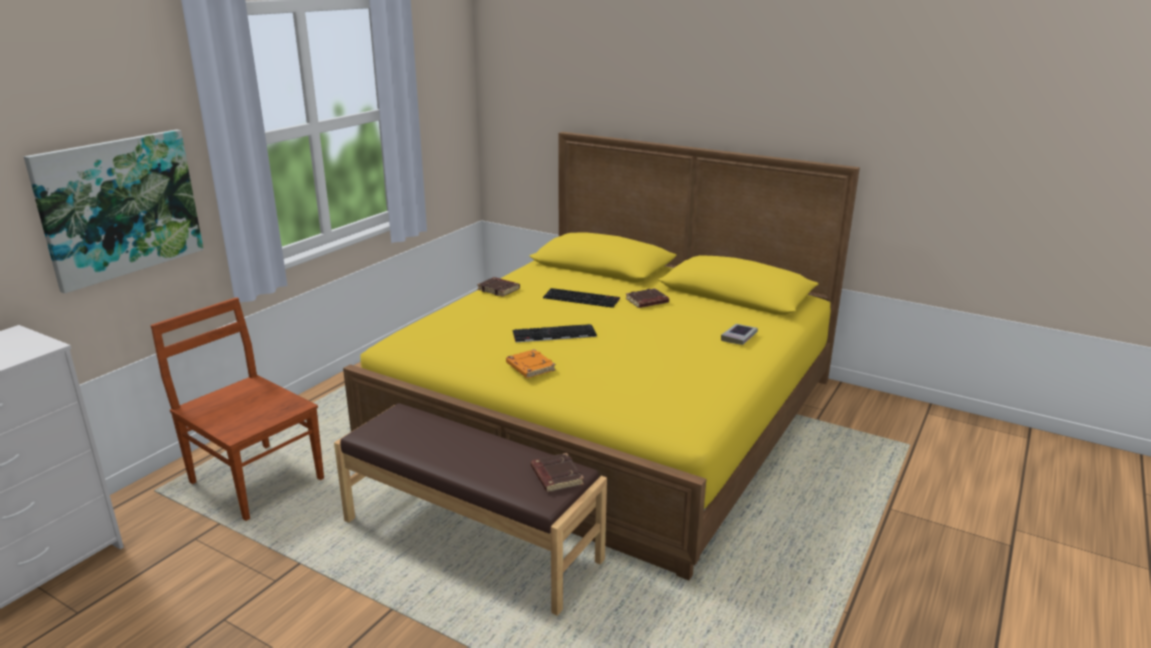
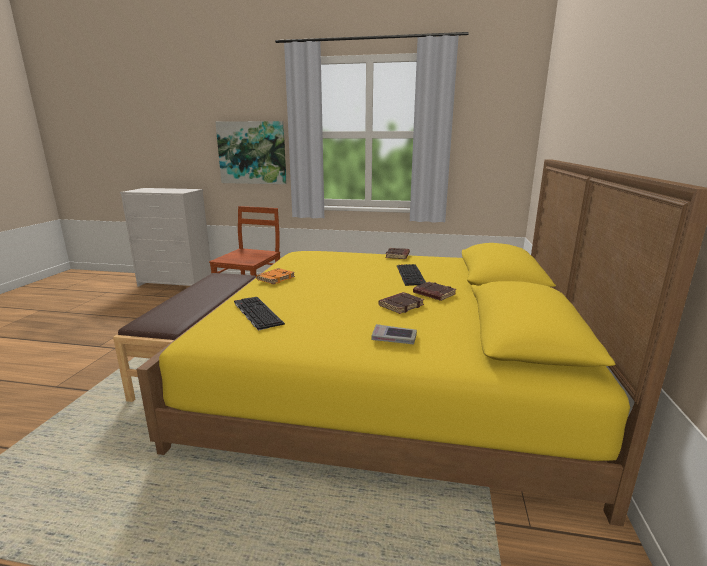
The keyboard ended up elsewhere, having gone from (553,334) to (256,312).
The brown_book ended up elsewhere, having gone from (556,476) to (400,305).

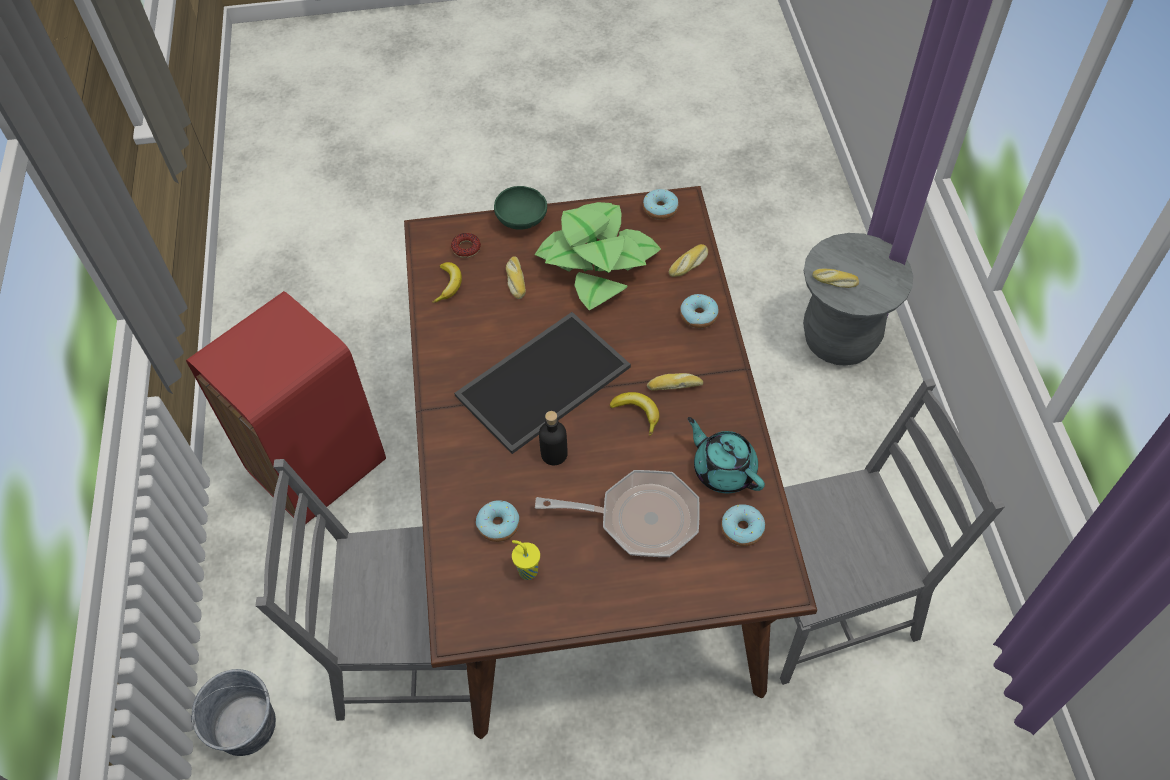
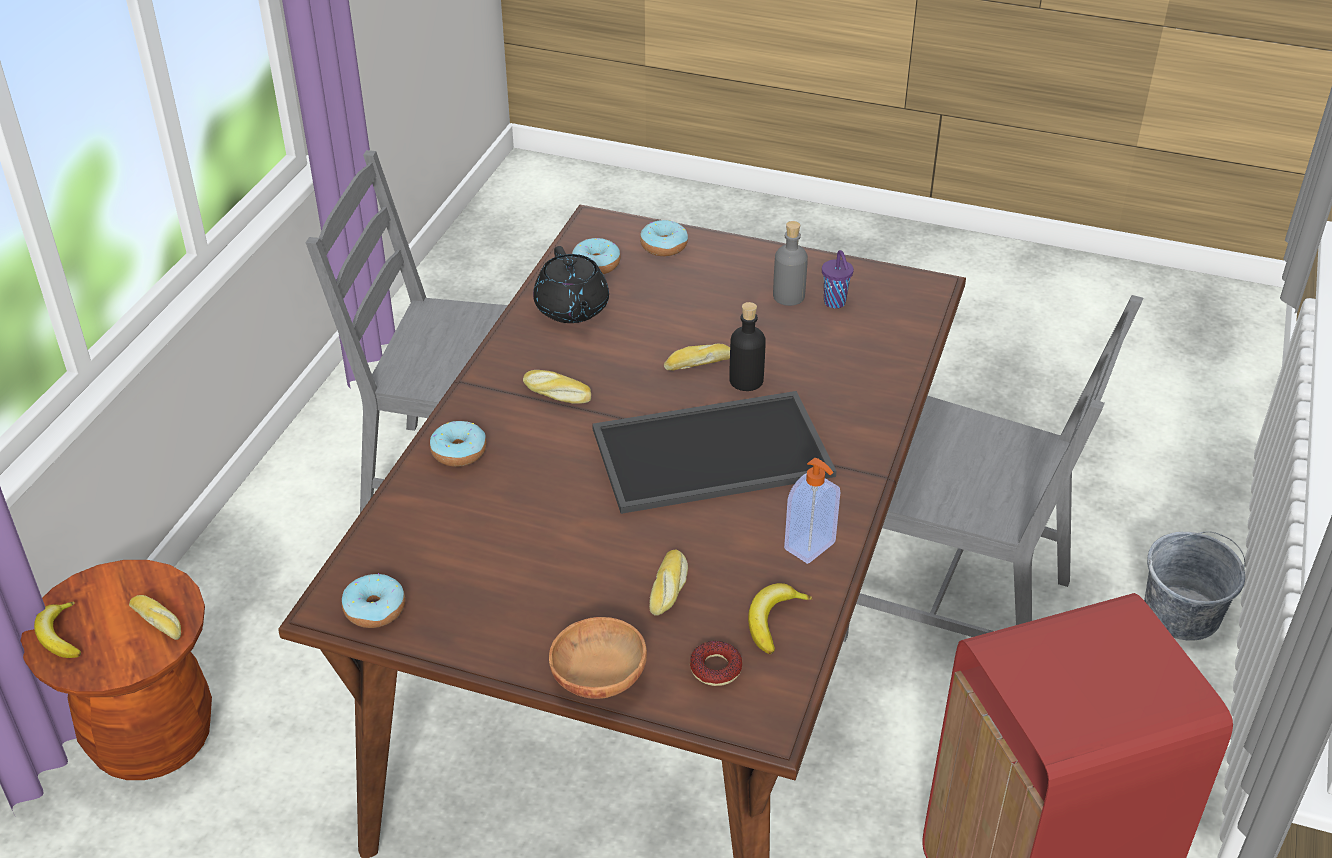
The second view lost the potted_plant at (597,261).
The second view lost the frying_pan at (640,518).
The second view gained the grey_bottle at (788,296).
The second view gained the soap_dispenser at (811,547).
The donut ended up elsewhere, having gone from (498,525) to (664,246).
The banana ended up elsewhere, having gone from (637,413) to (60,636).
The bread ended up elsewhere, having gone from (689,265) to (699,363).
What was the green_bowl at (523,220) turned into the brown_bowl at (597,678).
What was the yellow_cup at (527,570) turned into the purple_cup at (835,303).
What was the turquoise_teapot at (723,469) turned into the black_teapot at (572,309).
What was the grey_stool at (839,340) turned into the brown_stool at (152,738).

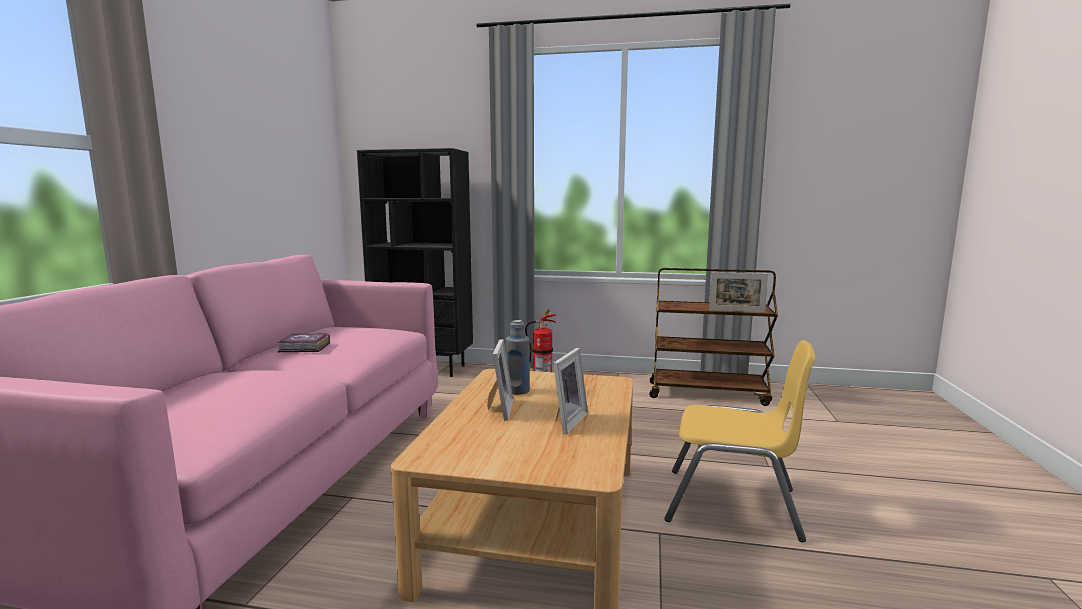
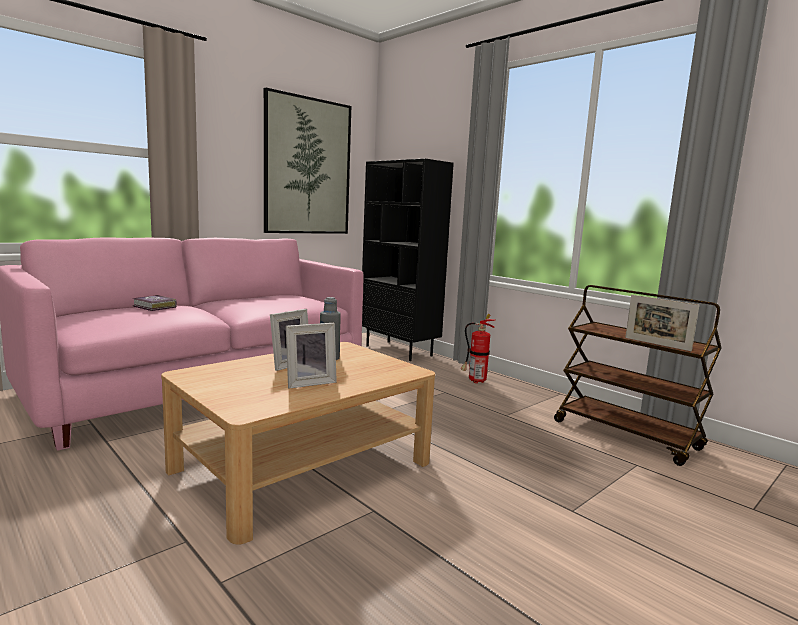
The second view lost the yellow_chair at (732,505).
The second view gained the picture at (308,167).
The book ended up elsewhere, having gone from (305,347) to (154,307).

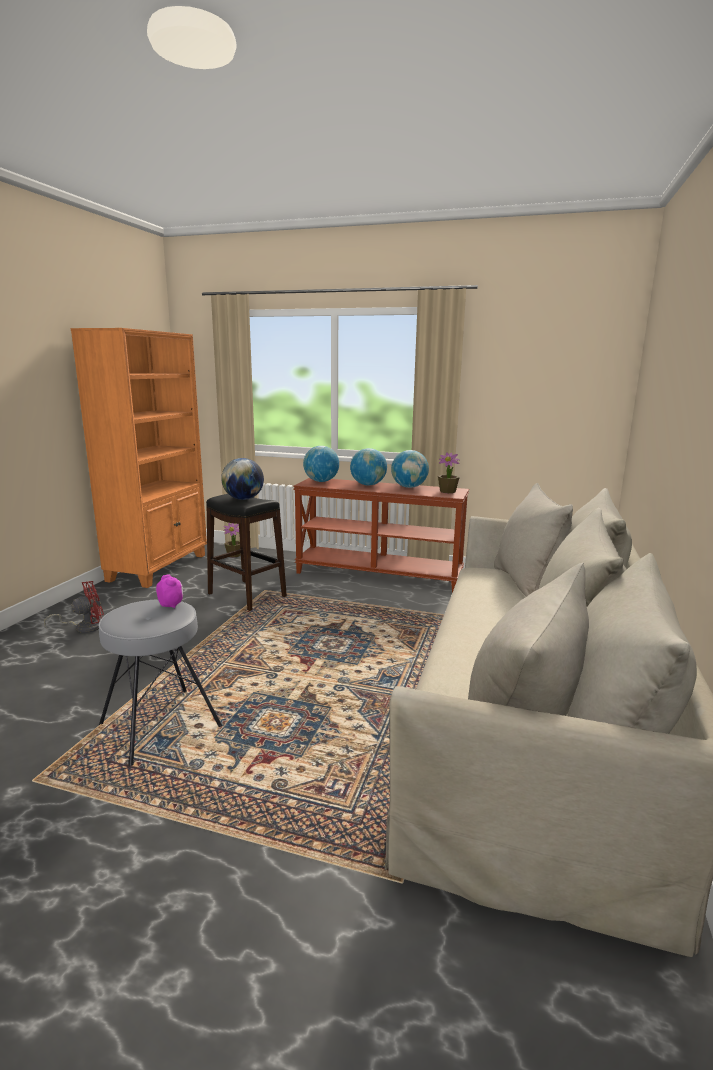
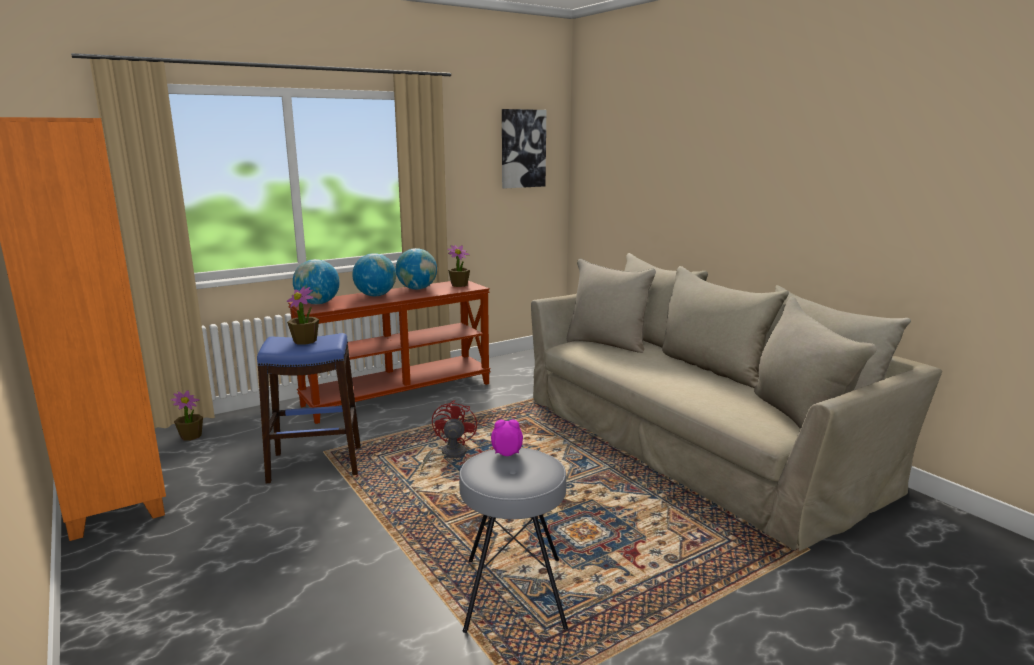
The second view gained the picture at (522,148).
The red_fan ended up elsewhere, having gone from (84,627) to (448,455).
Where the globe stood at (243,499), the potted_plant came to stand at (305,341).
What was the black_stool at (247,595) turned into the blue_stool at (316,464).

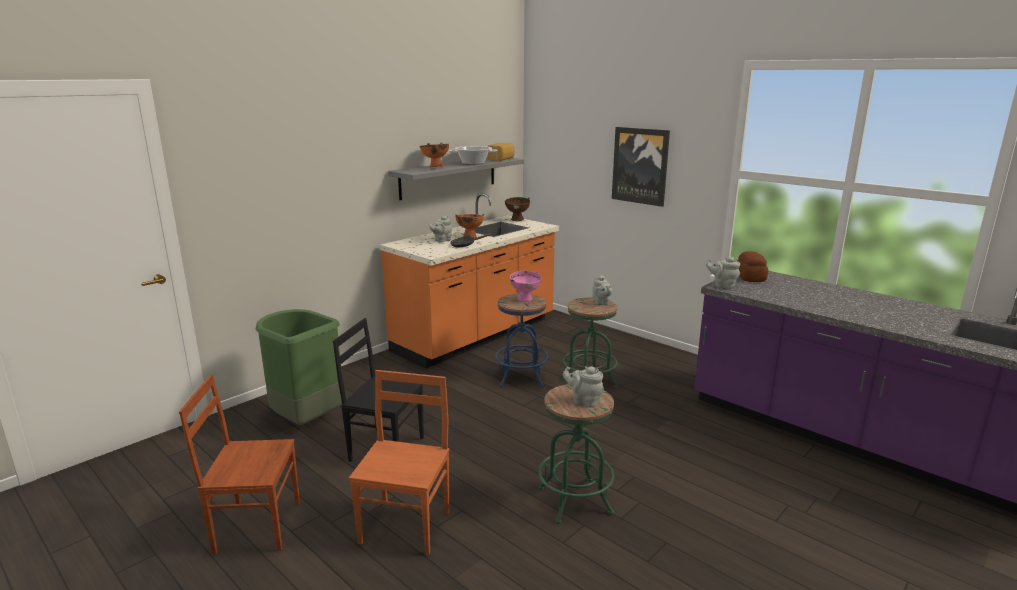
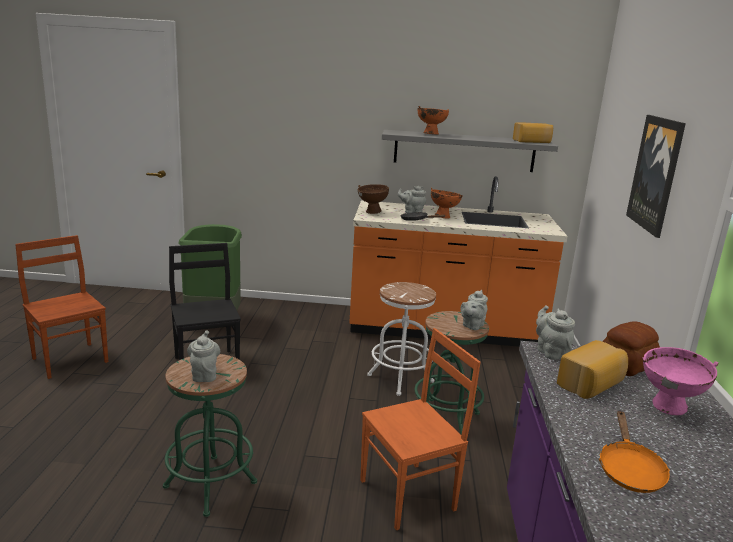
The second view lost the cooking_pot at (473,163).
The second view gained the bread at (592,385).
The second view gained the orange_frying_pan at (629,470).
The orange_chair ended up elsewhere, having gone from (407,526) to (409,495).
The brown_bowl ended up elsewhere, having gone from (517,220) to (372,212).
The pink_bowl ended up elsewhere, having gone from (525,300) to (669,409).
What was the blue_stool at (521,377) turned into the white_stool at (400,378).

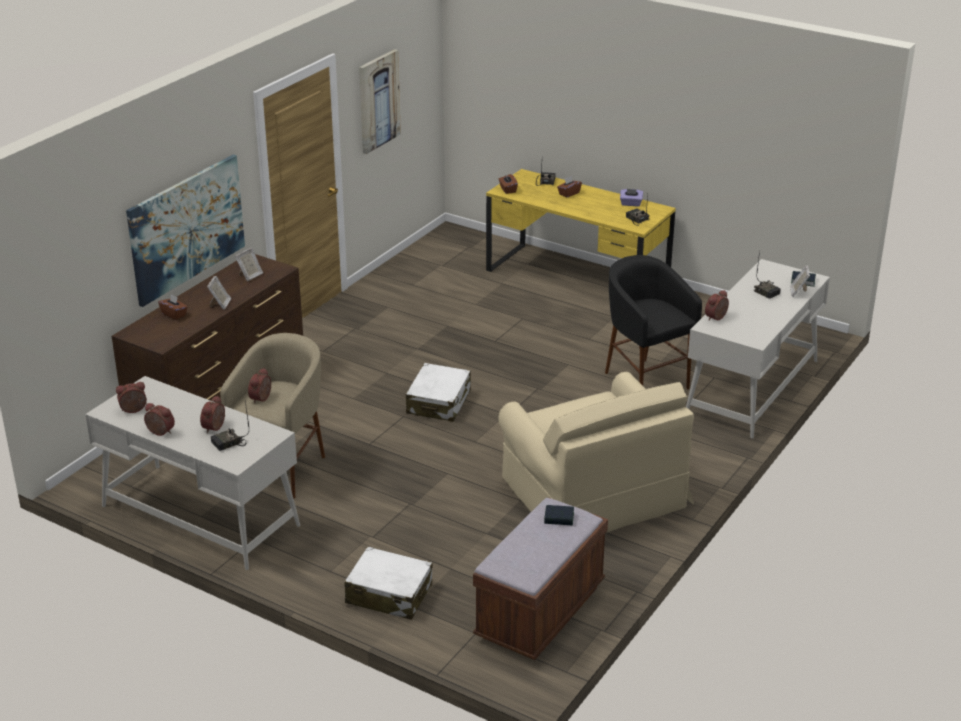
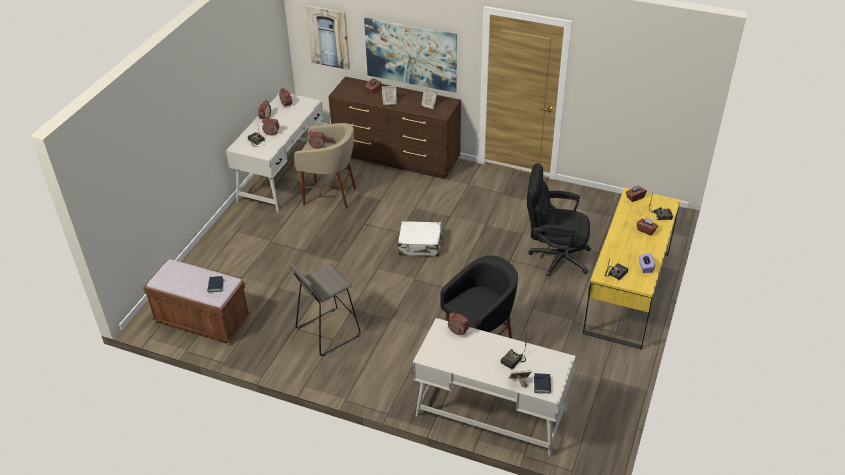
The second view lost the white_suitcase at (389,594).
The second view gained the black_office_chair at (554,256).
The picture ended up elsewhere, having gone from (378,101) to (328,37).
Where the beige_armchair stood at (593,493), the grey_stool came to stand at (328,332).

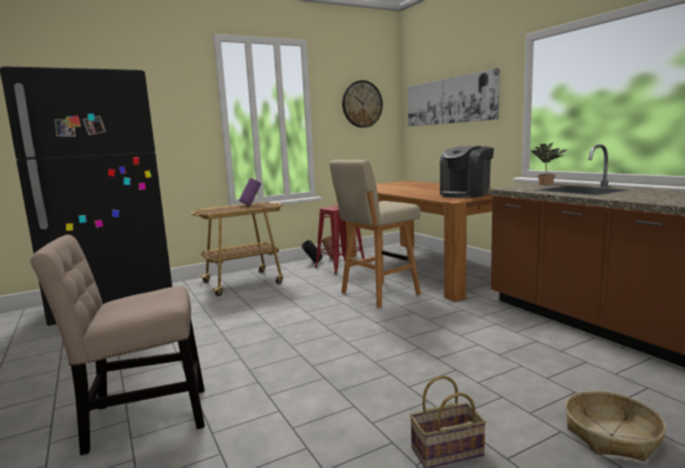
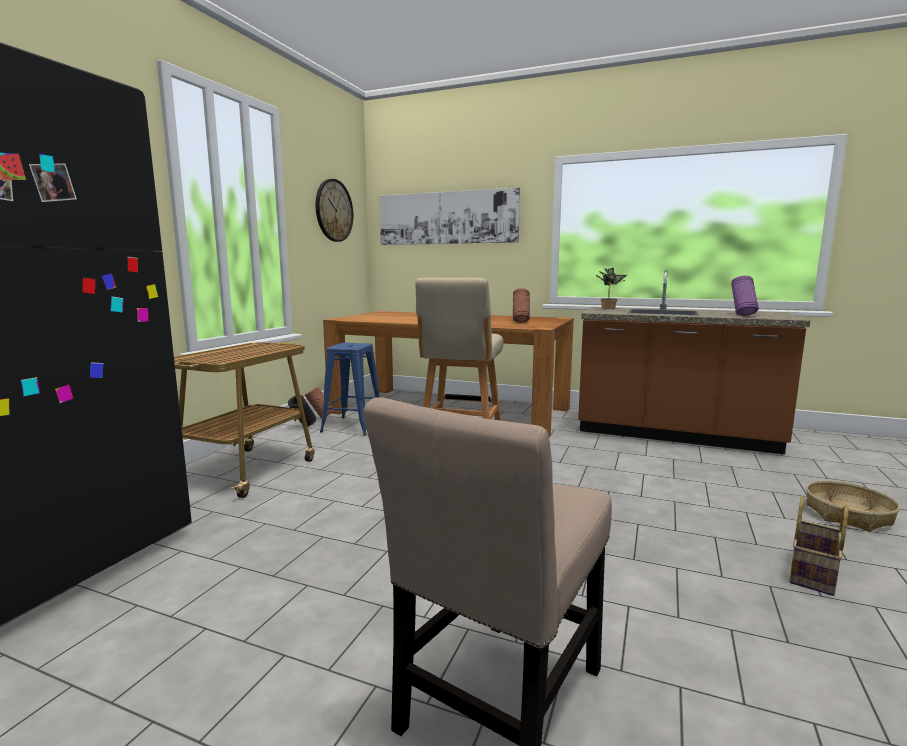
The purple_vase ended up elsewhere, having gone from (251,205) to (742,315).
Where the coffee_machine stood at (465,194), the brown_vase came to stand at (520,322).
What was the red_stool at (340,267) turned into the blue_stool at (353,426).

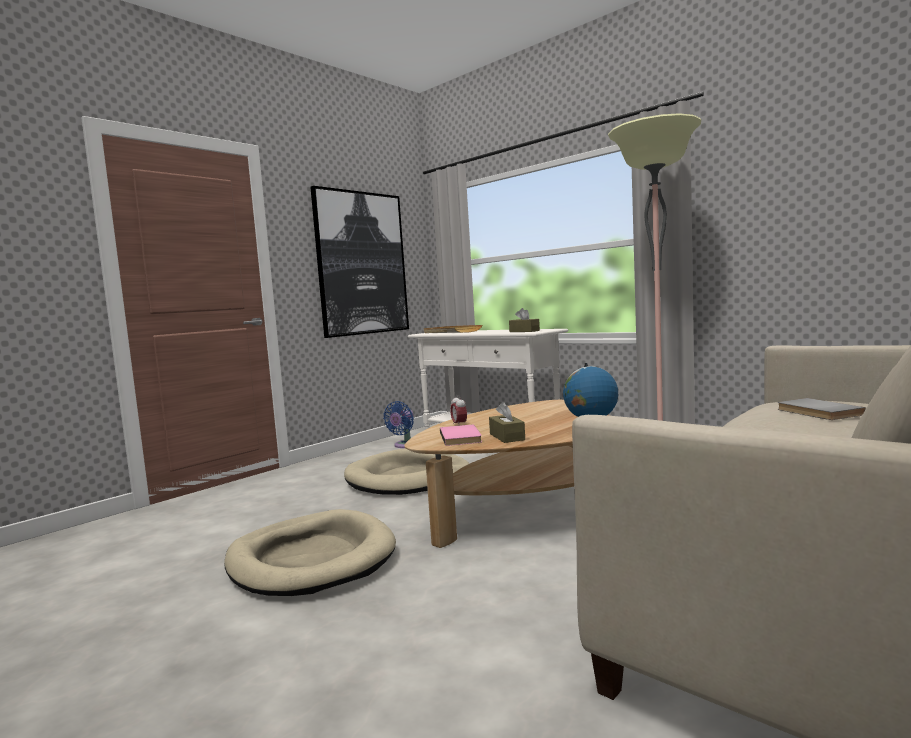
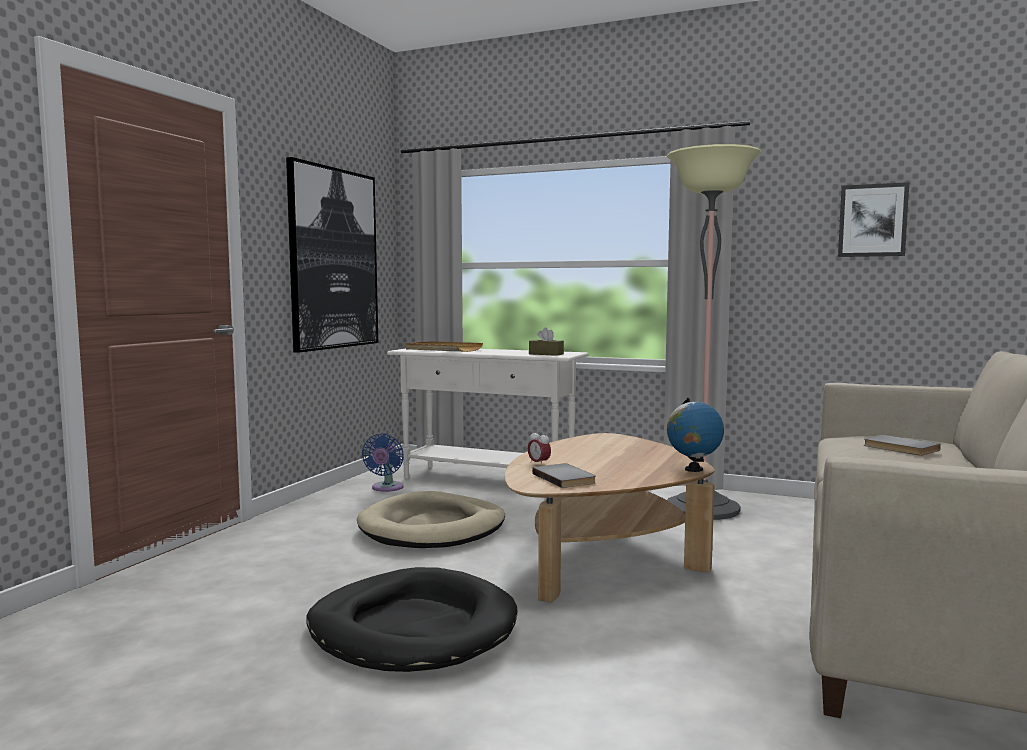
The second view lost the brown_tissue_box at (507,437).
The second view gained the picture at (872,220).
What was the beige_dog_bed at (311,559) turned into the black_dog_bed at (413,628).
What was the pink_book at (462,437) turned into the grey_book at (565,478).

